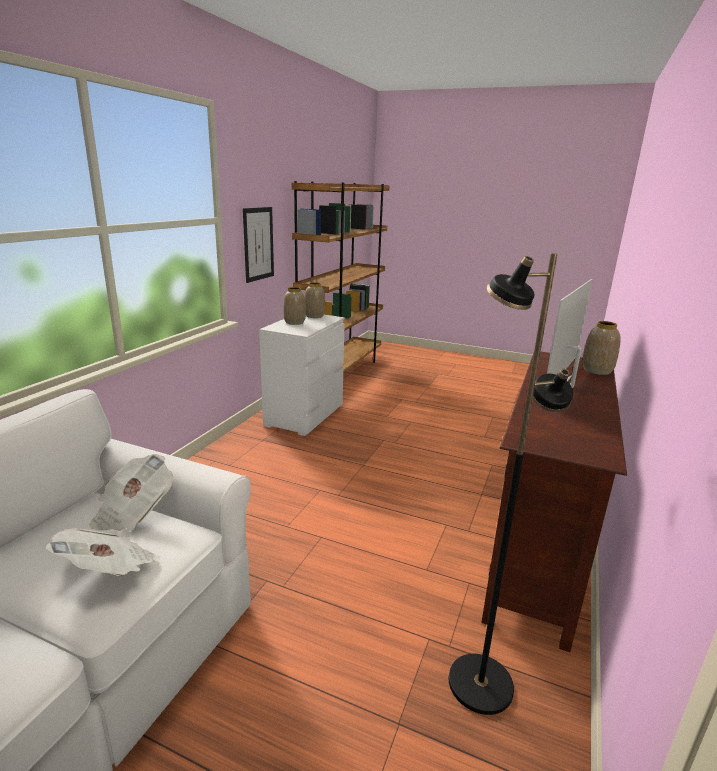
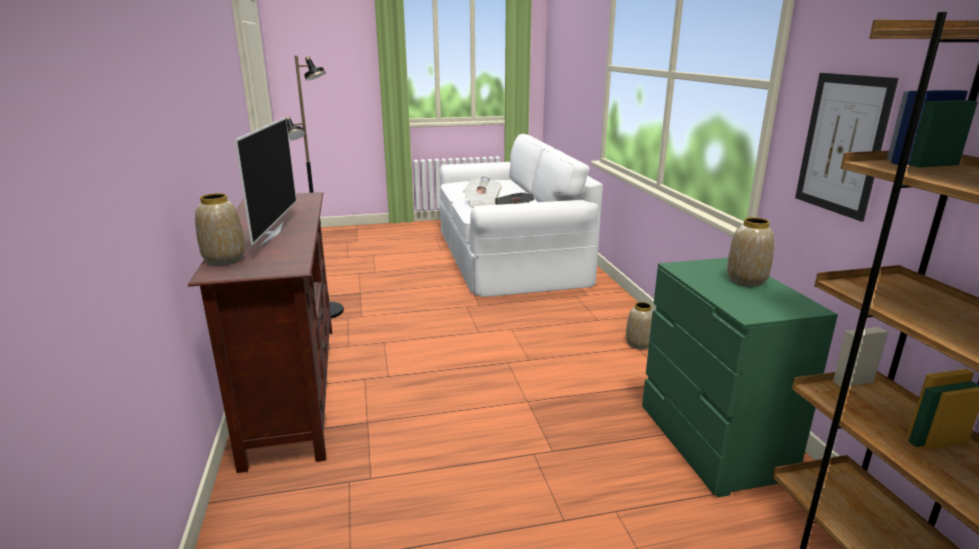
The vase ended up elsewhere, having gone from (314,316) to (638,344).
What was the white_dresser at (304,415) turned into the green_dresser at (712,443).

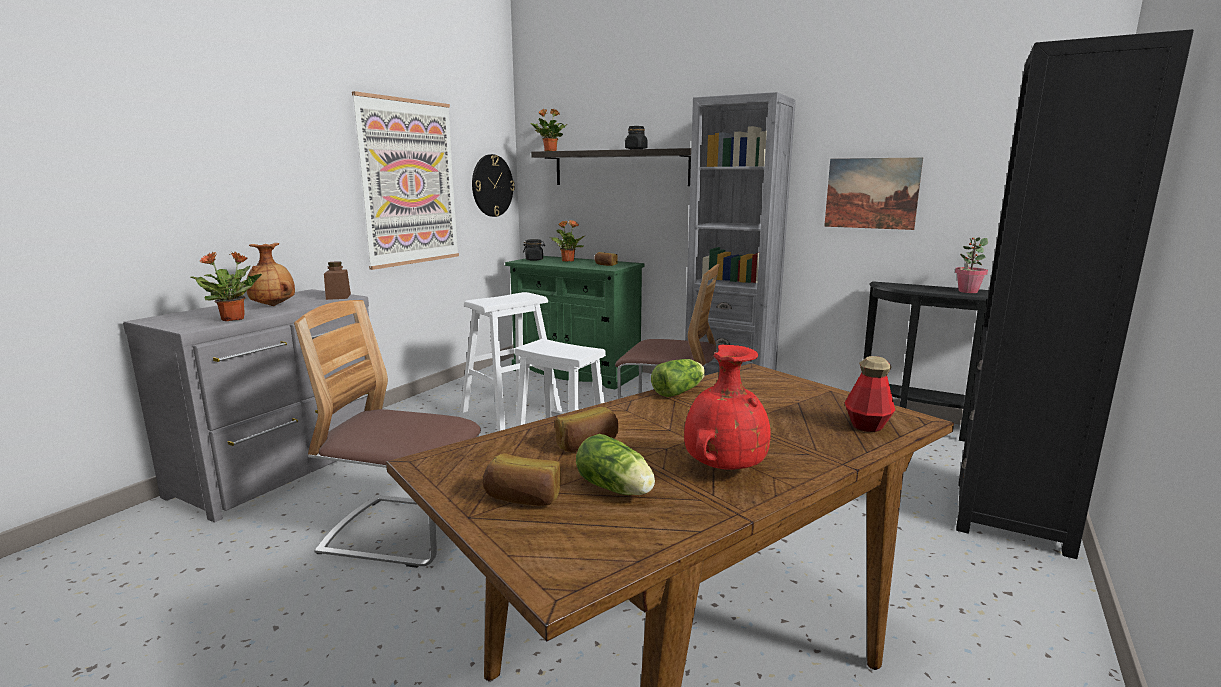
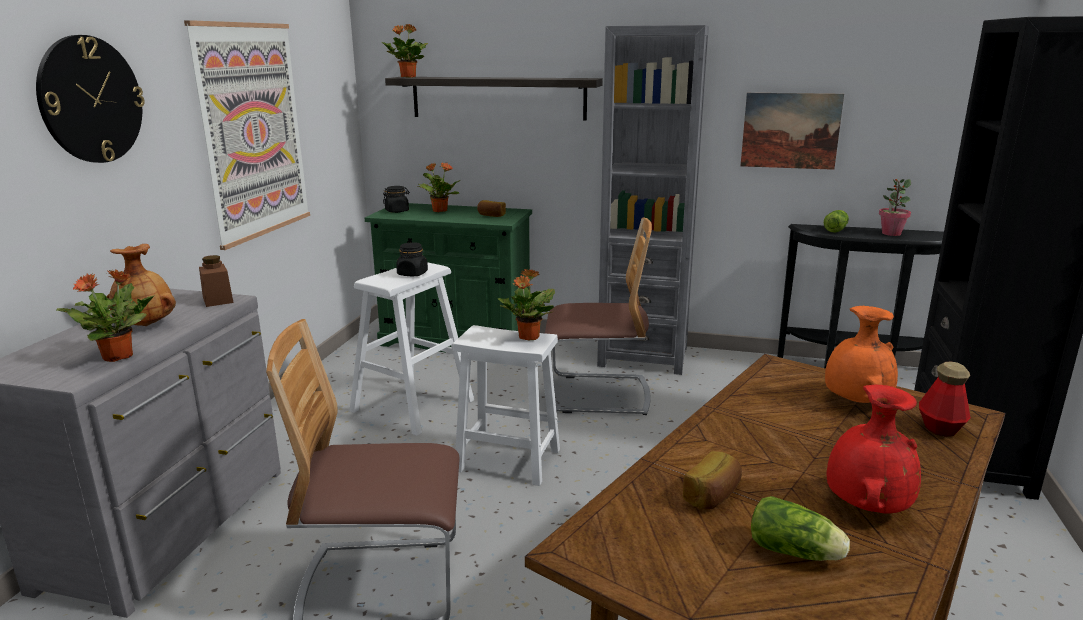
The second view lost the bread at (522,498).
The second view gained the potted_plant at (528,337).
The second view gained the orange_vase at (855,401).
The wall_clock ended up elsewhere, having gone from (492,185) to (91,100).
The black_jar ended up elsewhere, having gone from (636,149) to (412,274).
The lettuce ended up elsewhere, having gone from (680,391) to (836,229).

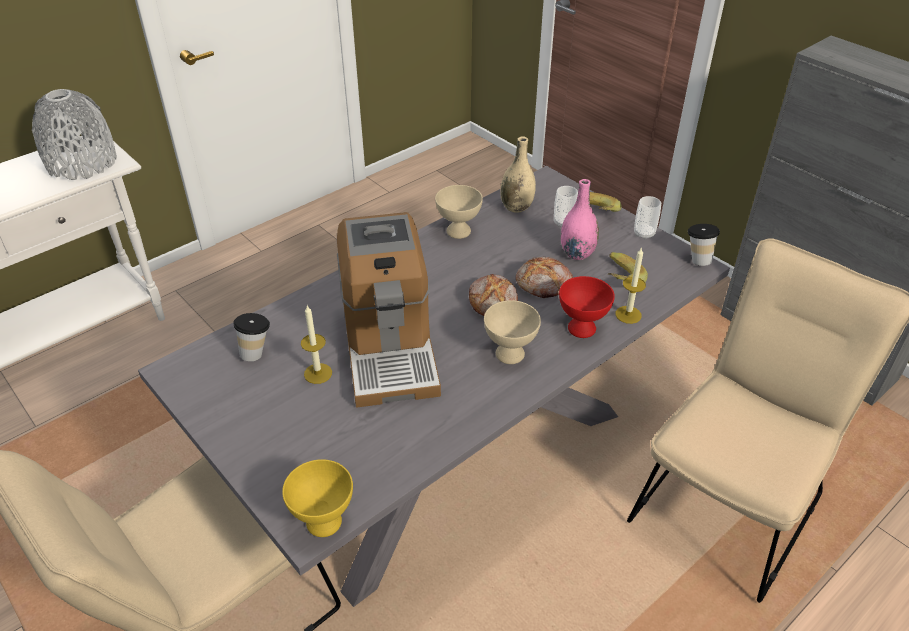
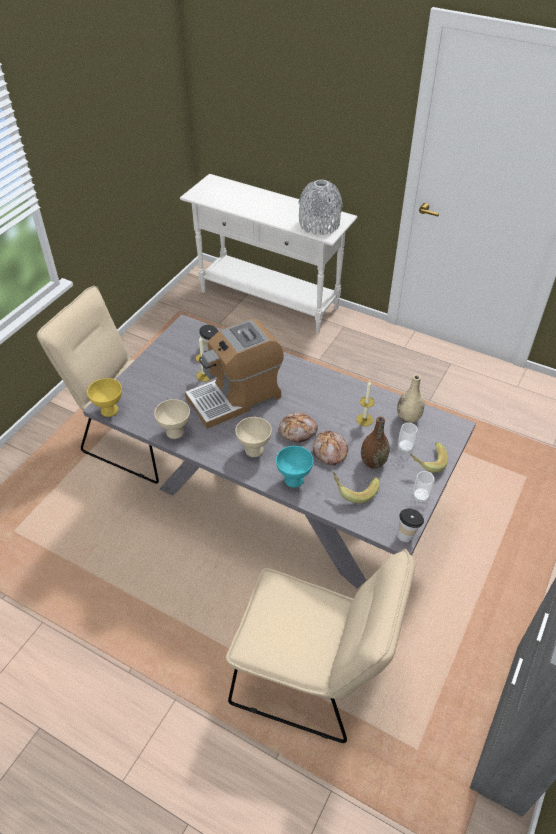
The beige_bowl ended up elsewhere, having gone from (458,231) to (175,431).
The candle ended up elsewhere, having gone from (628,314) to (364,420).
What was the red_bowl at (581,328) turned into the turquoise_bowl at (294,479).
What was the pink_vase at (577,253) turned into the brown_vase at (373,462).

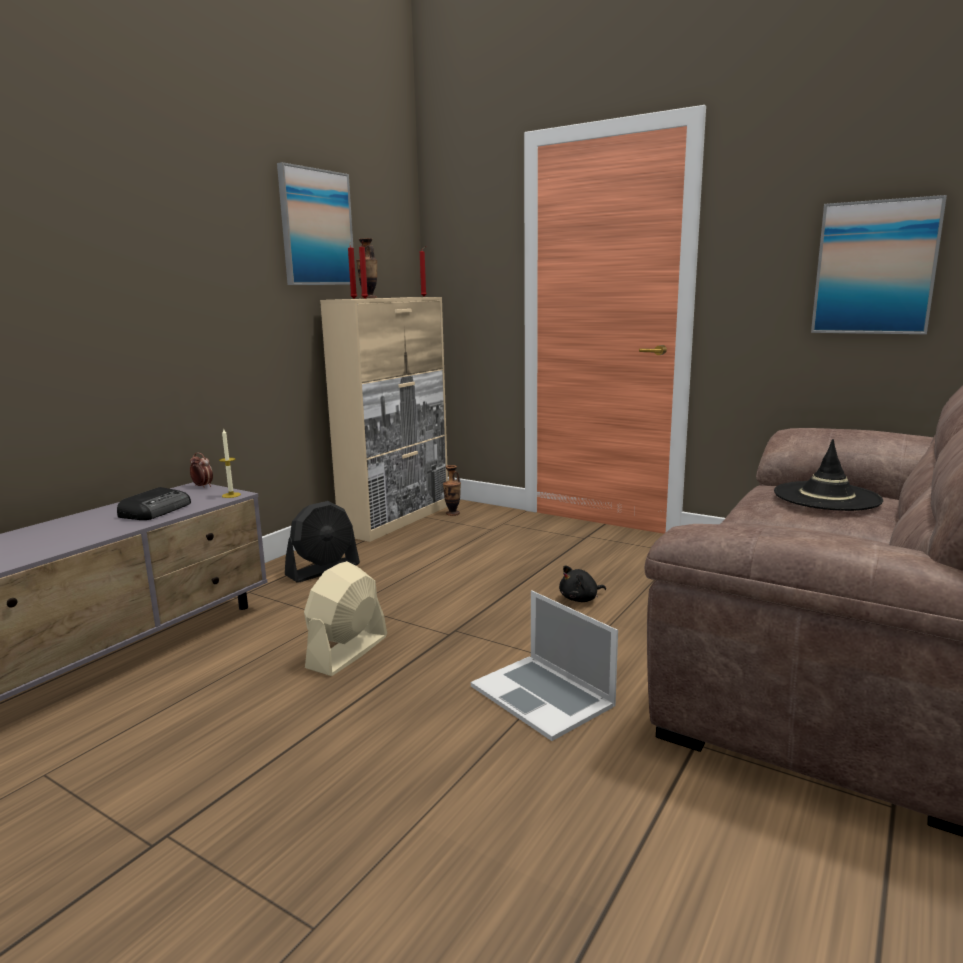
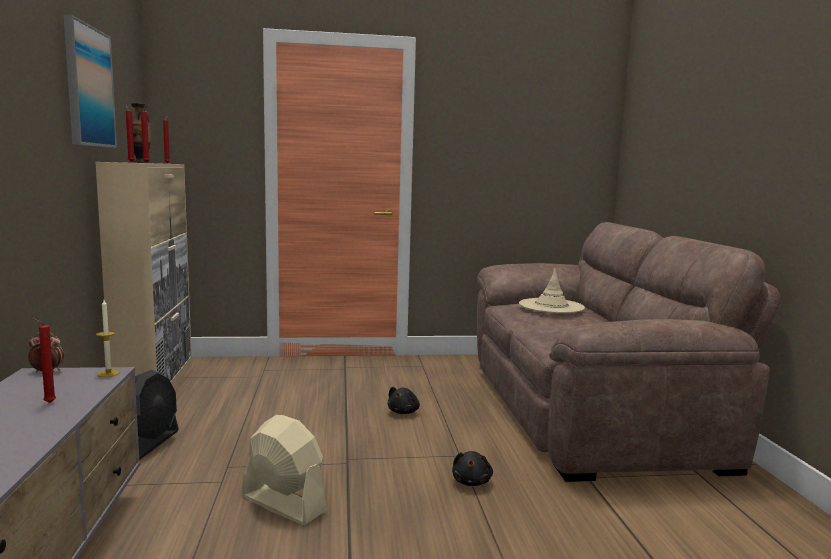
The second view lost the vase at (452,513).
The second view lost the picture at (875,268).
Where the radio stood at (157,510), the red_candle came to stand at (48,403).
Where the laptop stood at (542,695), the black_plush_toy came to stand at (472,481).
What was the black_hat at (826,497) turned into the beige_hat at (551,306).
The beige_fan at (347,652) ended up facing another way, 135 degrees clockwise from before.

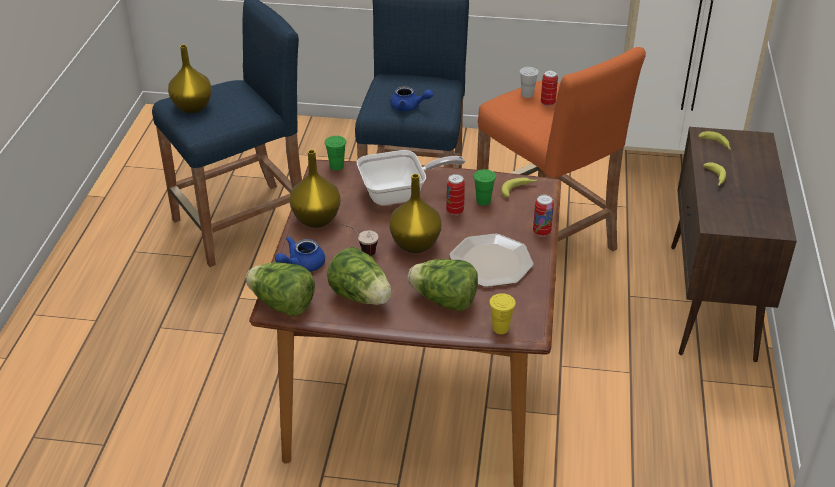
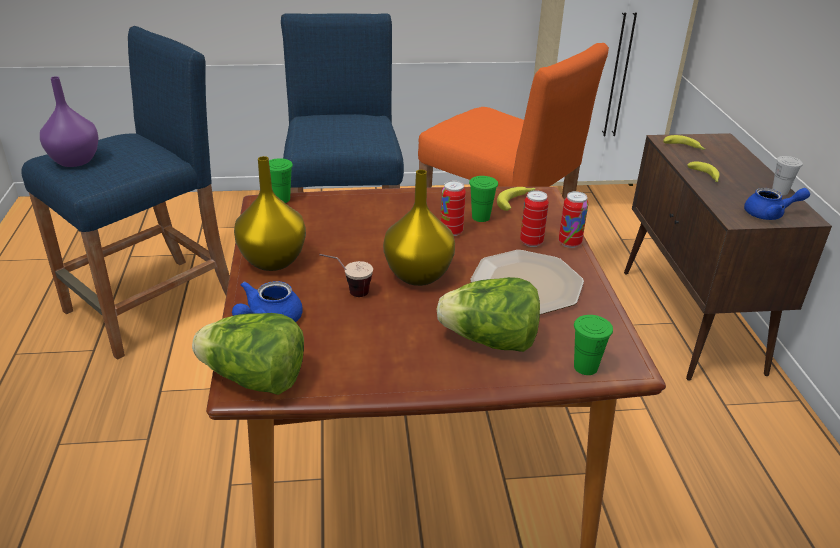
The second view lost the lettuce at (361,296).
The second view lost the frying_pan at (399,194).
The blue_teapot ended up elsewhere, having gone from (409,107) to (769,214).
The white_cup ended up elsewhere, having gone from (527,94) to (779,191).
The can ended up elsewhere, having gone from (547,103) to (531,242).
What was the yellow_vase at (192,107) turned into the purple_vase at (74,160).
What was the yellow_cup at (500,328) turned into the green_cup at (585,367).

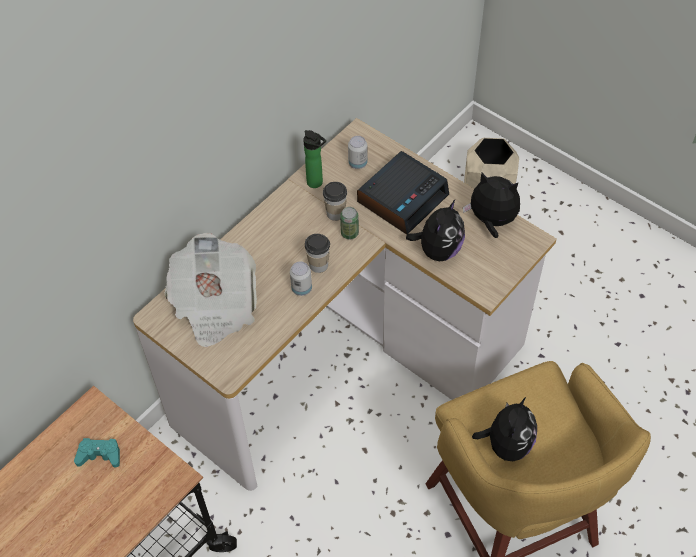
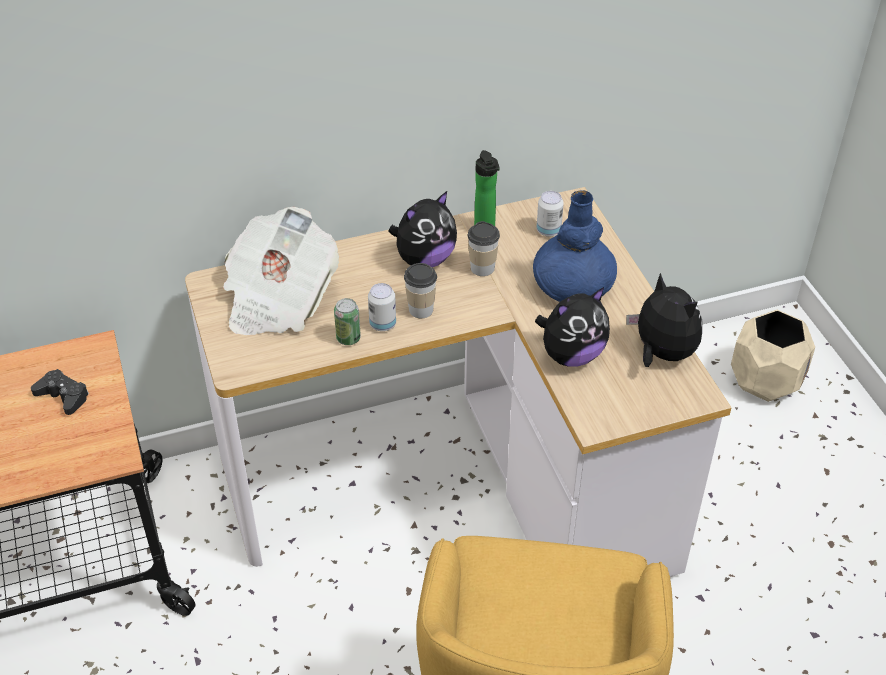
The can ended up elsewhere, having gone from (349,233) to (348,338).
The plush_toy ended up elsewhere, having gone from (506,444) to (424,259).
Where the alarm_clock stood at (402,198), the blue_vase came to stand at (572,285).
What was the turquoise_game_controller at (100,455) turned into the black_game_controller at (63,396).

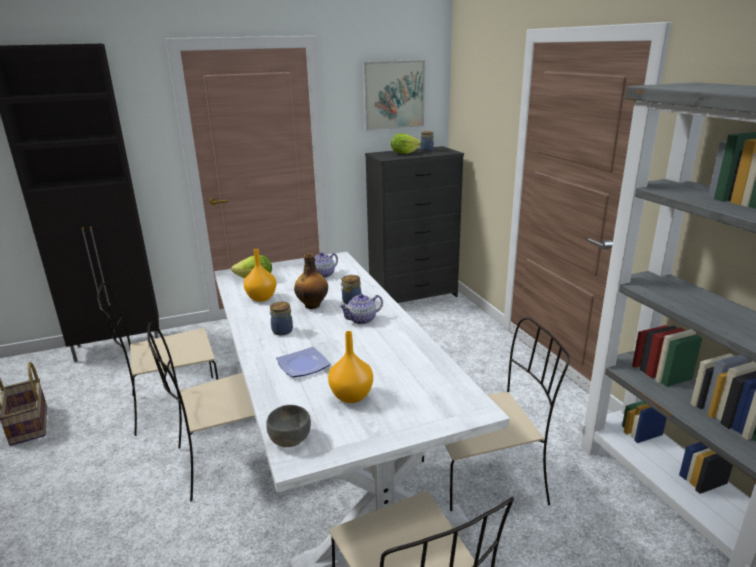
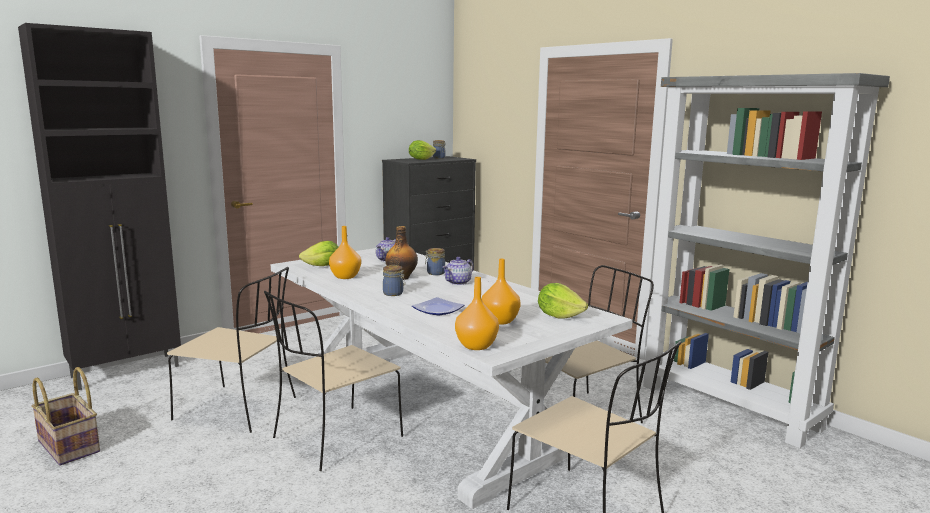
The second view lost the picture at (393,95).
The second view gained the lettuce at (559,316).
Where the grey_bowl stood at (290,438), the orange_vase came to stand at (476,345).
The beige_chair at (174,406) ended up facing another way, 120 degrees counterclockwise from before.

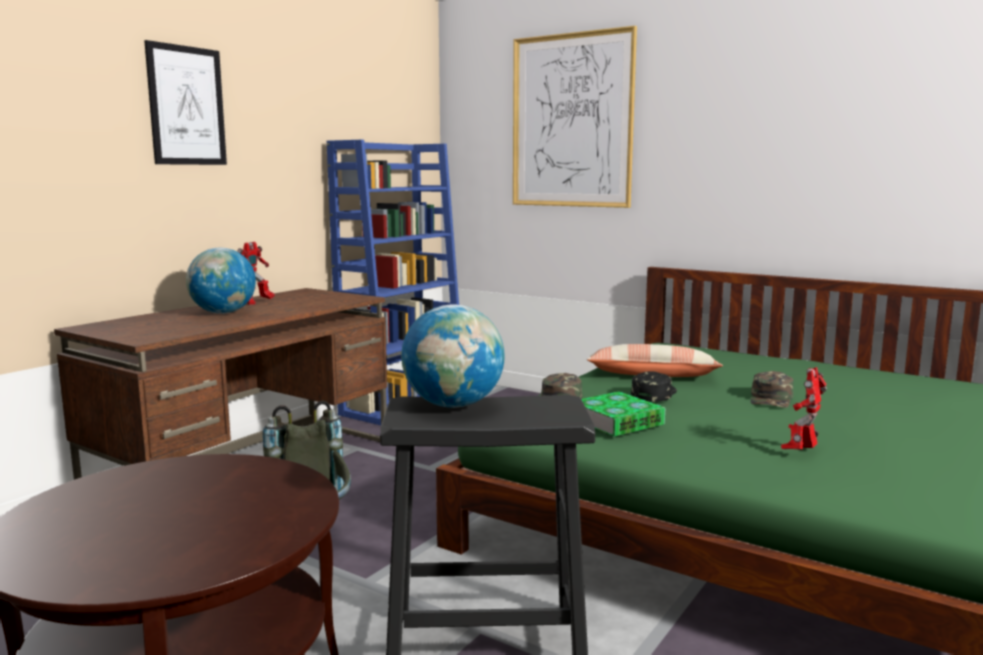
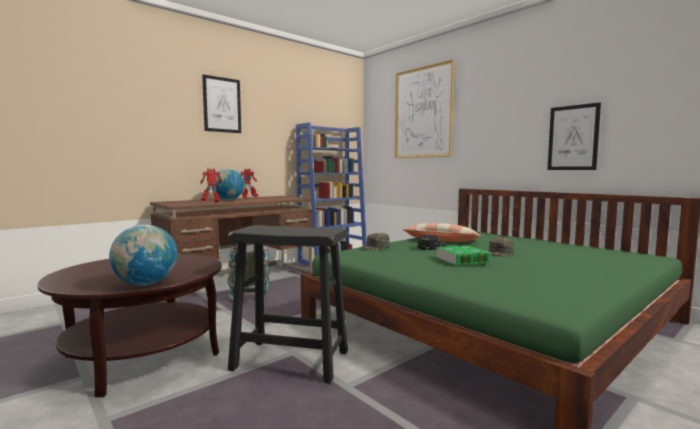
The second view gained the picture at (573,138).
The globe ended up elsewhere, having gone from (453,405) to (146,284).
The book ended up elsewhere, having gone from (616,421) to (462,260).
The toy_robot ended up elsewhere, having gone from (801,452) to (211,202).

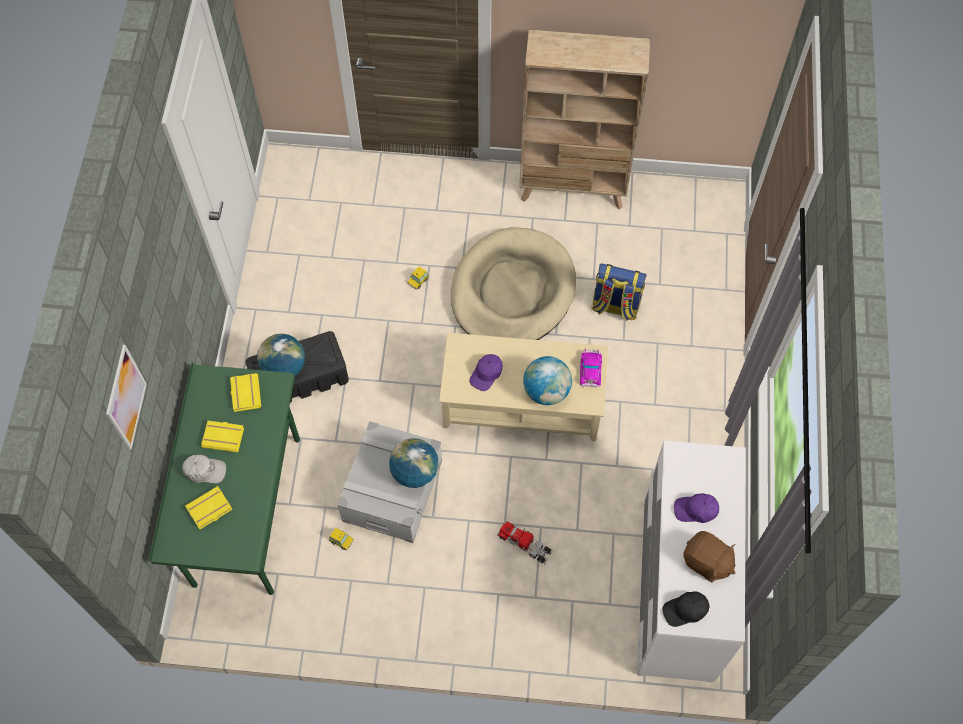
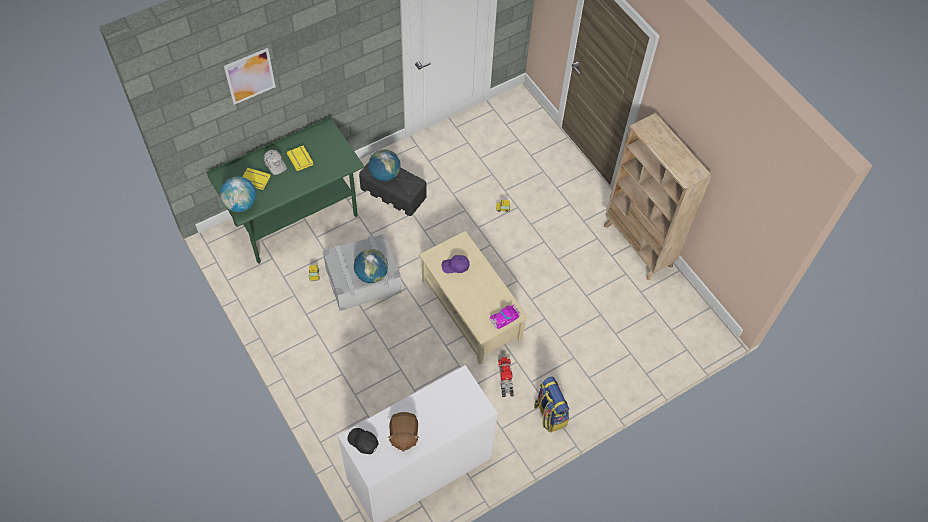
The second view lost the yellow_book at (244,393).
The second view lost the beige_dog_bed at (512,291).
The second view lost the purple_cap at (696,510).
The toy_truck ended up elsewhere, having gone from (524,544) to (505,379).
The globe ended up elsewhere, having gone from (546,391) to (241,204).
The backpack ended up elsewhere, having gone from (615,306) to (549,414).

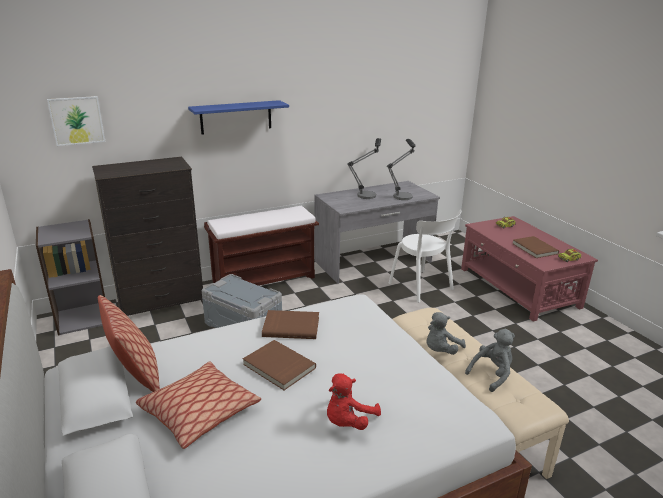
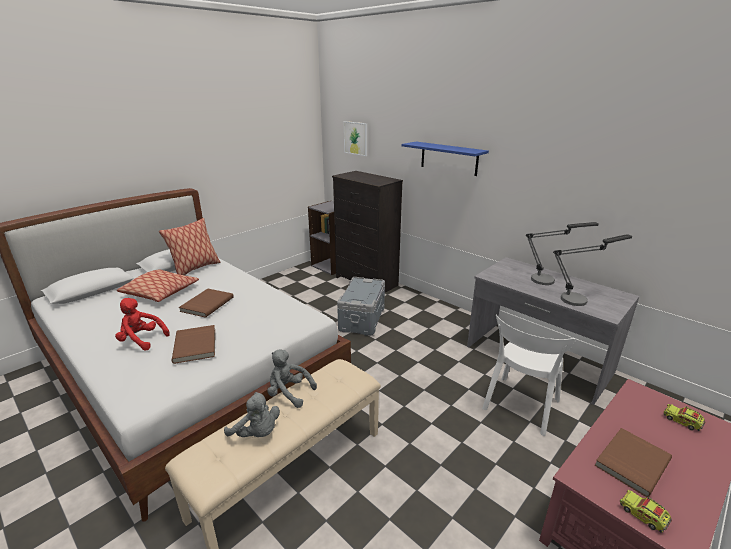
The second view lost the brown_bench at (265,279).
The brown_book ended up elsewhere, having gone from (291,326) to (196,345).

